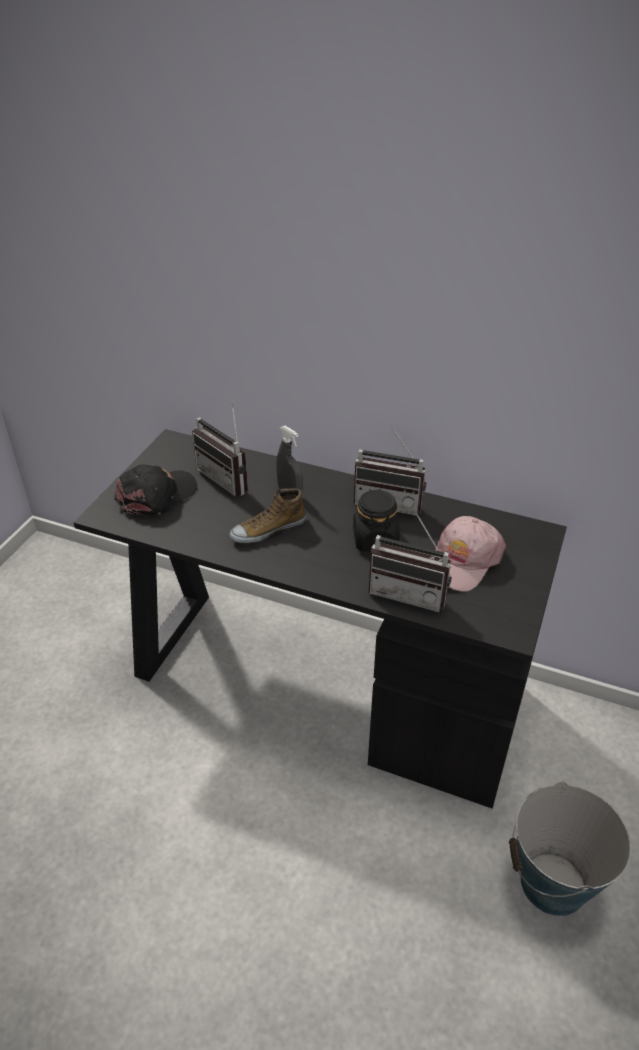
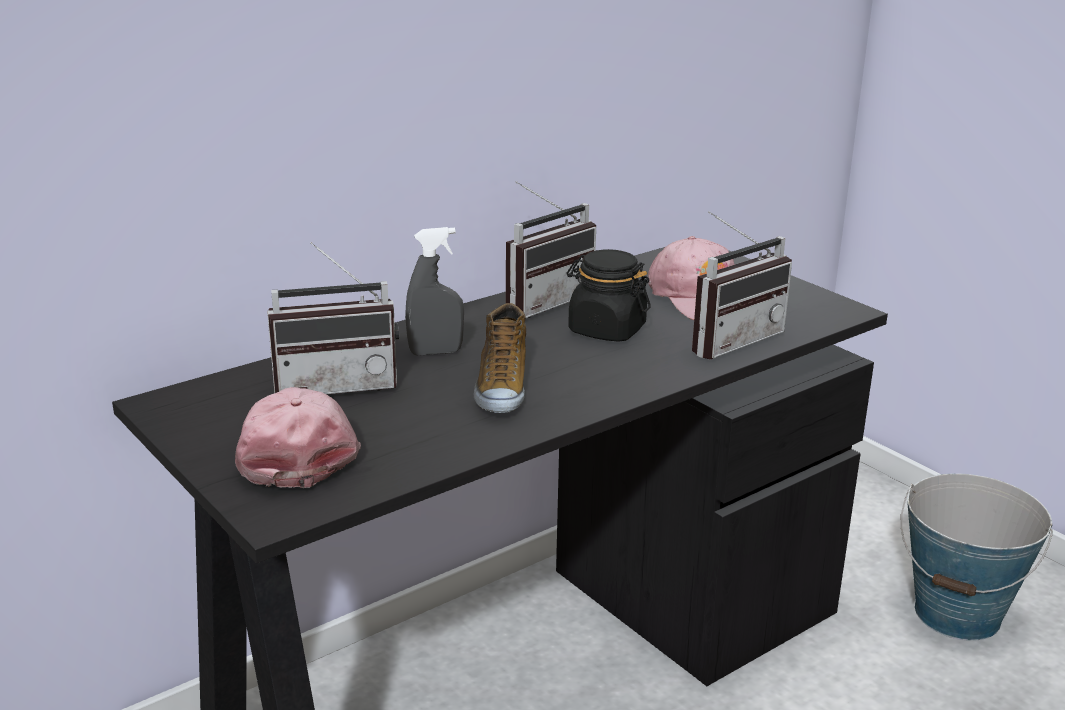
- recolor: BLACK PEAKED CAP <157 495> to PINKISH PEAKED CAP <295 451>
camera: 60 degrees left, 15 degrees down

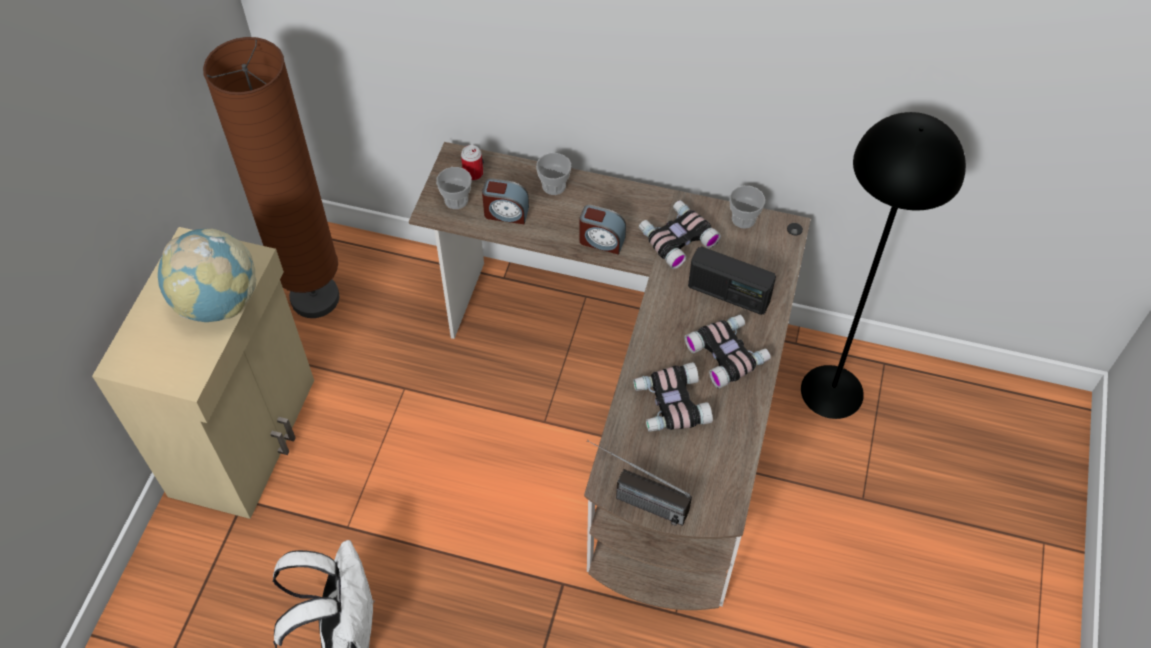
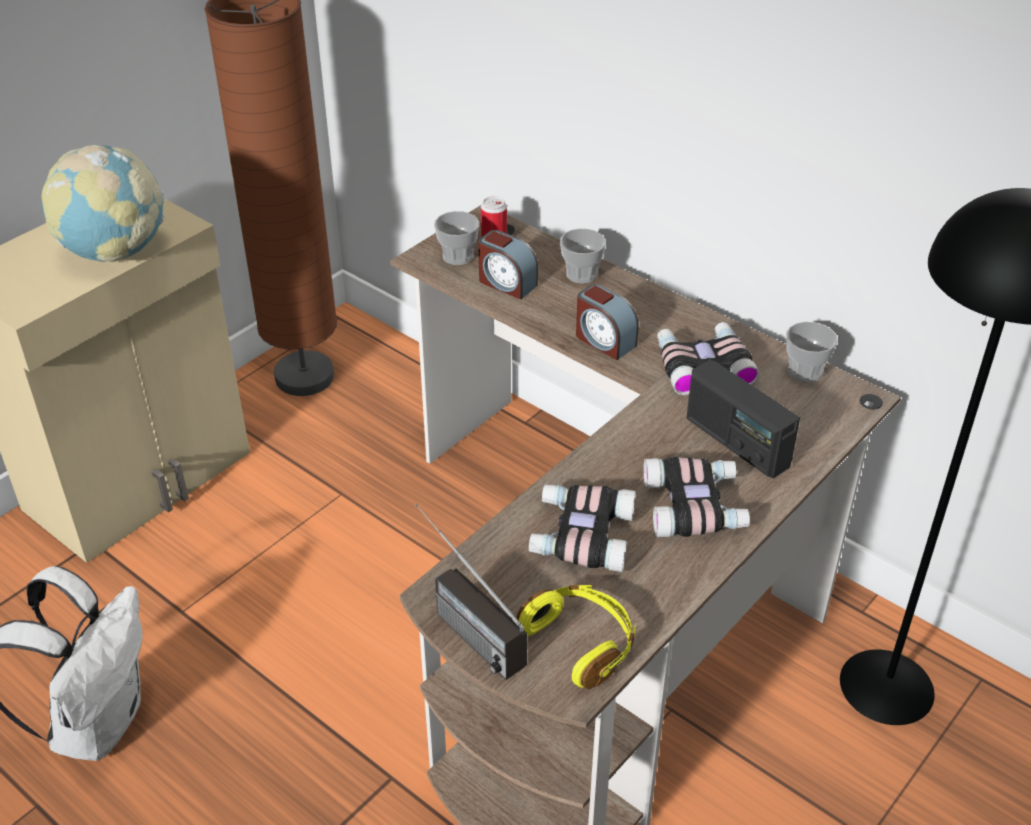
- insert: YELLOW-COLOURED HEADSET <581 643>
camera: 25 degrees right, 15 degrees down

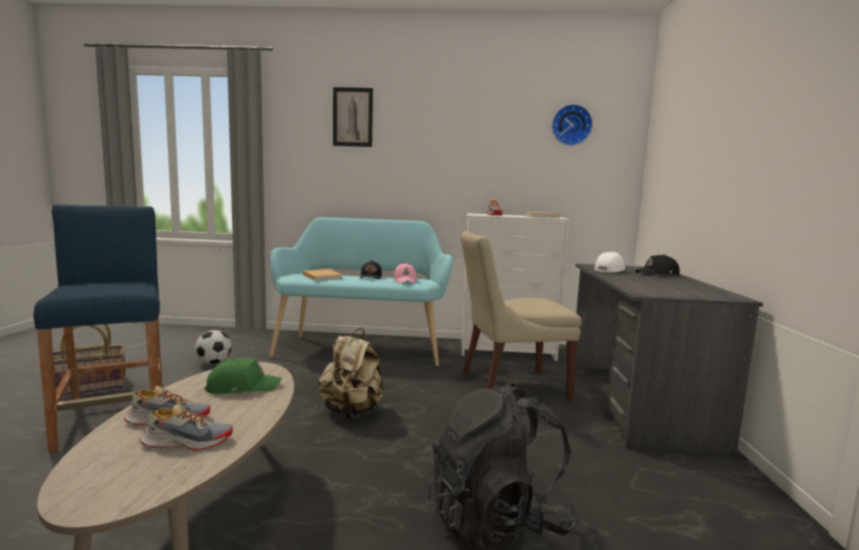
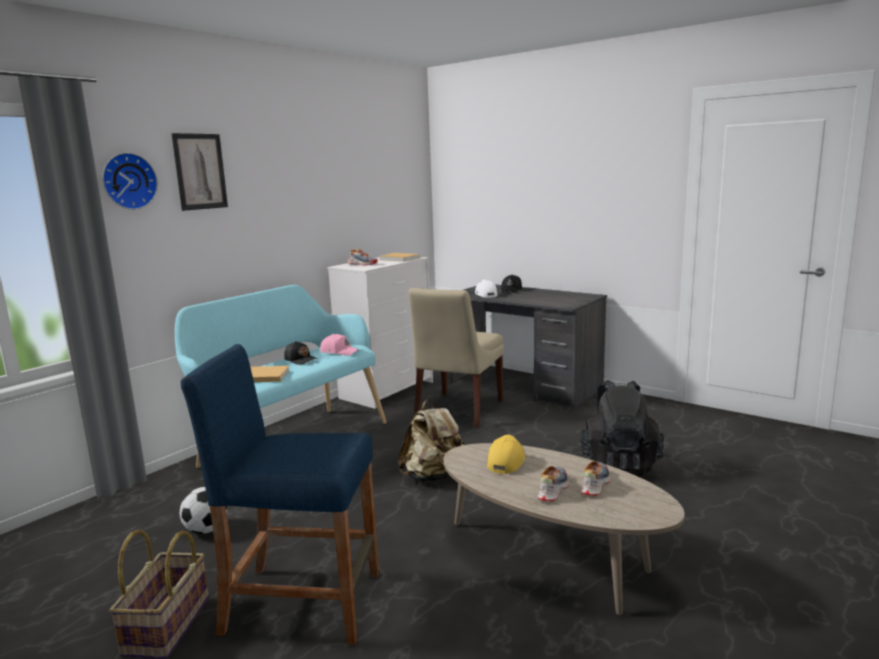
- move: WALL CLOCK <571 125> to <128 181>
- recolor: GREEN PEAKED CAP <242 387> to YELLOW-COLOURED PEAKED CAP <506 461>
camera: 55 degrees left, 5 degrees up

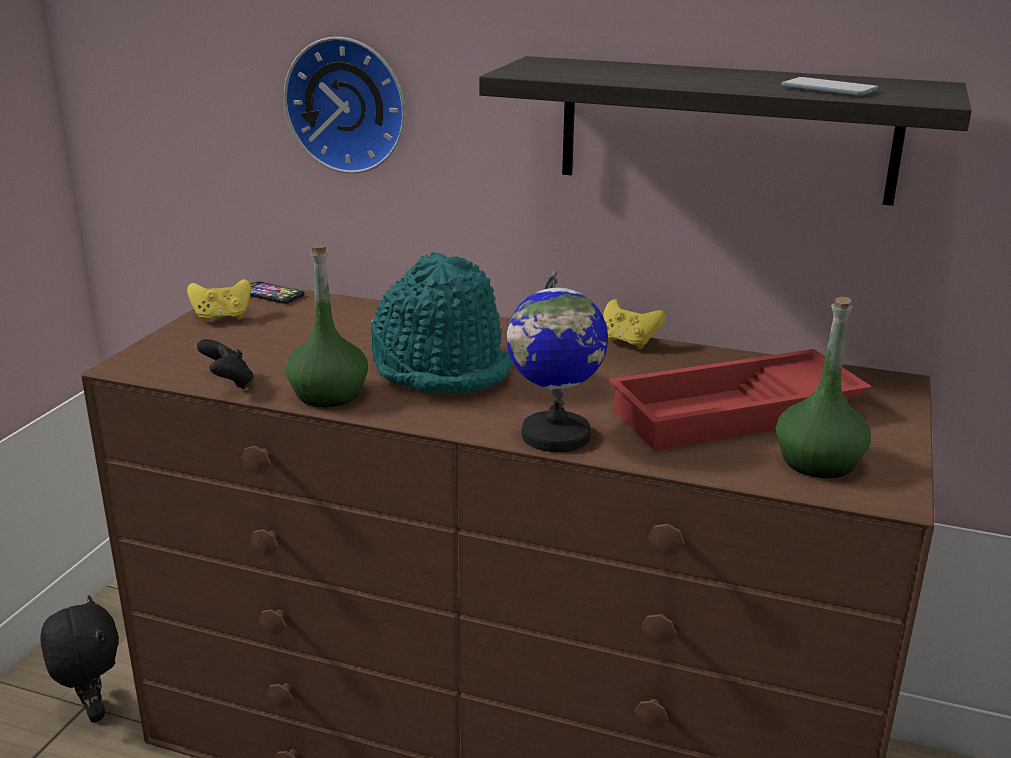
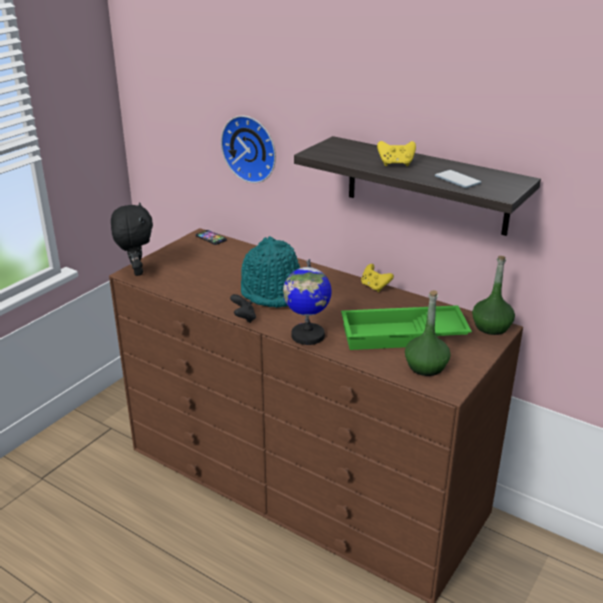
- move: BLACK SOFT TOY <92 711> to <136 271>
- move: YELLOW-COLOURED JOYPAD <222 317> to <396 164>
- move: BLACK JOYPAD <228 383> to <243 318>
- move: GREEN DRINK BOTTLE <328 394> to <491 327>
- recolor: RED-COLOURED CARRYING TRAY <736 414> to GREEN CARRYING TRAY <402 336>
camera: 15 degrees right, 5 degrees up

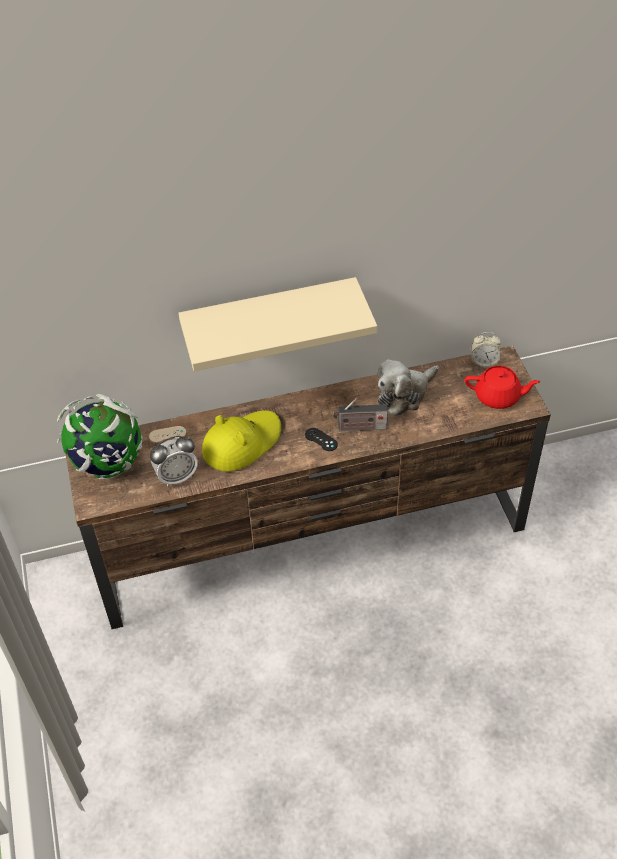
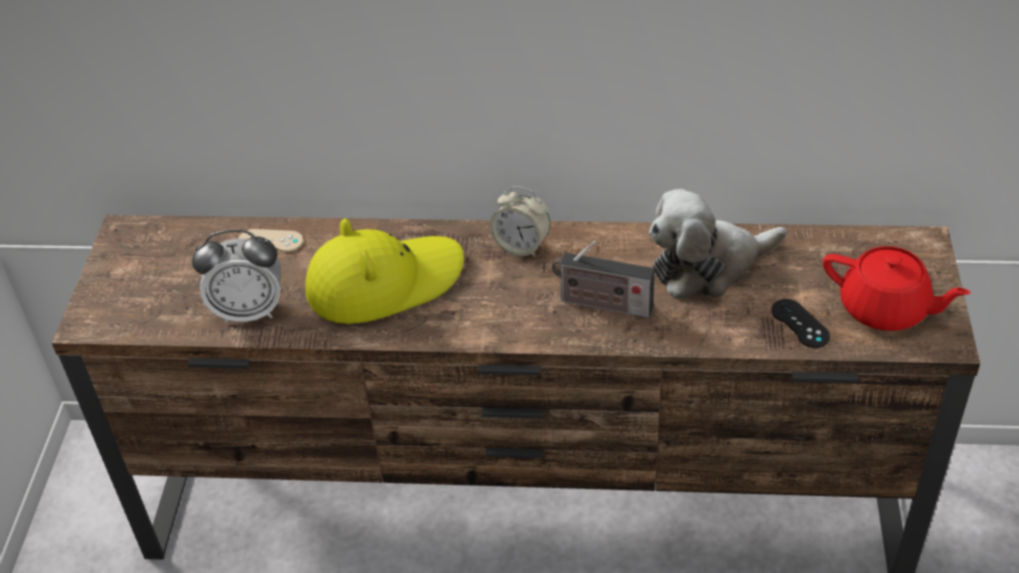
- delete: DESK GLOBE <107 463>
- delete: SAND-COLOURED BRACKET SHELF <269 318>
- move: BLACK JOYPAD <321 439> to <800 323>
- move: BEDSIDE CLOCK <484 362> to <521 246>
camera: 20 degrees right, 5 degrees down

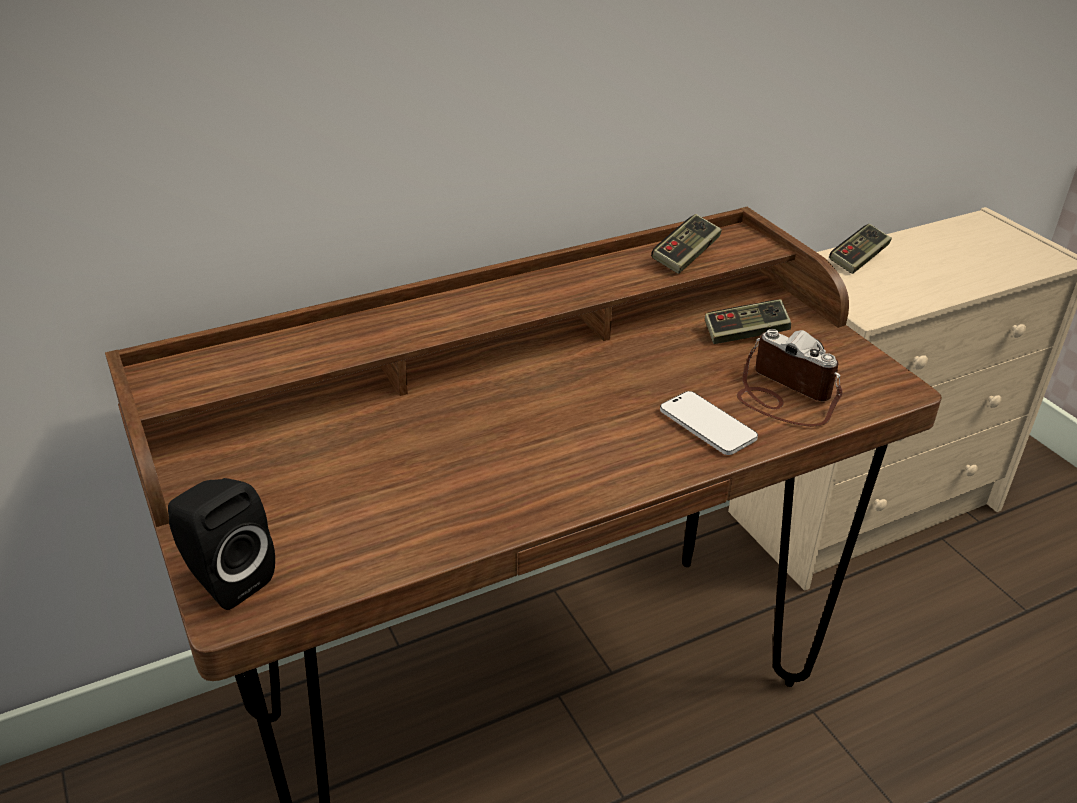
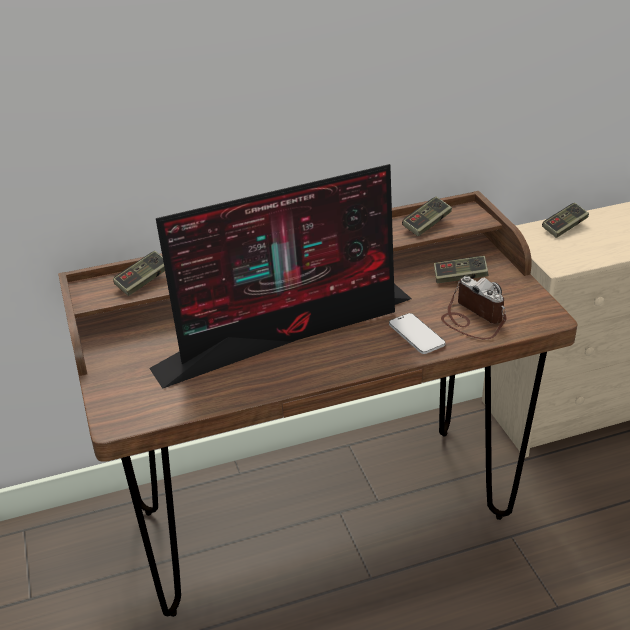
- delete: BLACK AUDIO SPEAKER <225 579>
- insert: JOYPAD <143 281>
- insert: COMPUTER DISPLAY <290 331>
camera: 10 degrees right, 0 degrees up

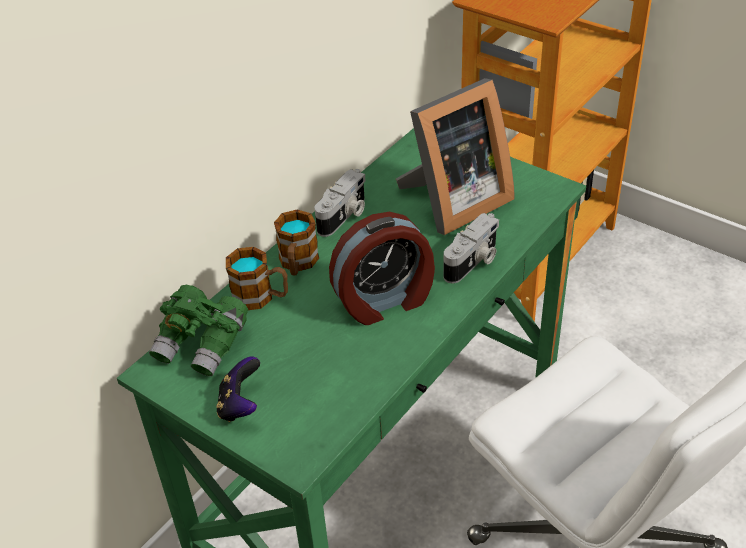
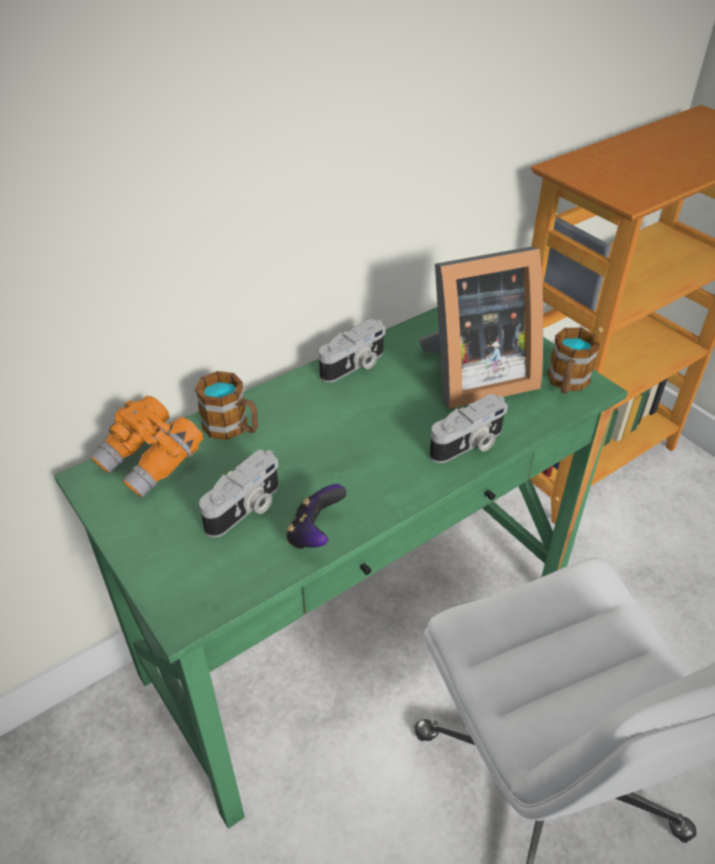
- delete: BEDSIDE CLOCK <385 301>
- insert: STILL CAMERA <246 509>
- move: JOYPAD <240 405> to <315 534>
- move: COFFEE MUG <297 264> to <566 384>
- recolor: GREEN BINOCULARS <203 344> to ORANGE-COLOURED BINOCULARS <152 462>
camera: 15 degrees right, 0 degrees up

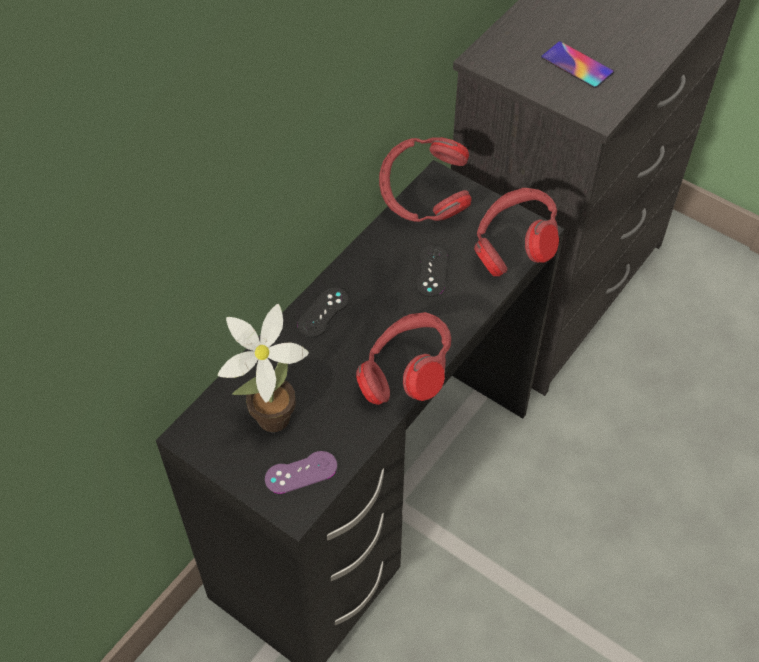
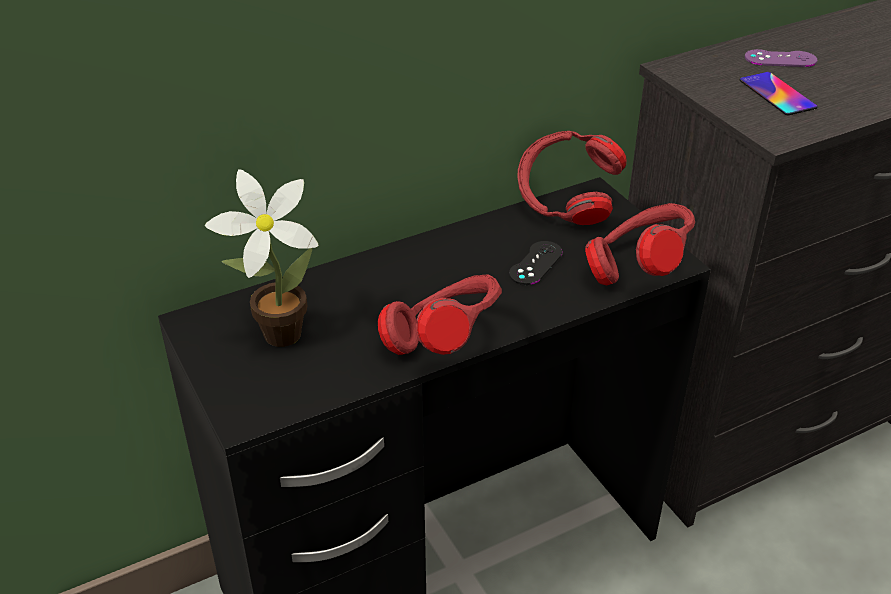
- delete: BLACK JOYPAD <323 313>
- move: PURPLE JOYPAD <301 472> to <780 59>
camera: 25 degrees right, 15 degrees down

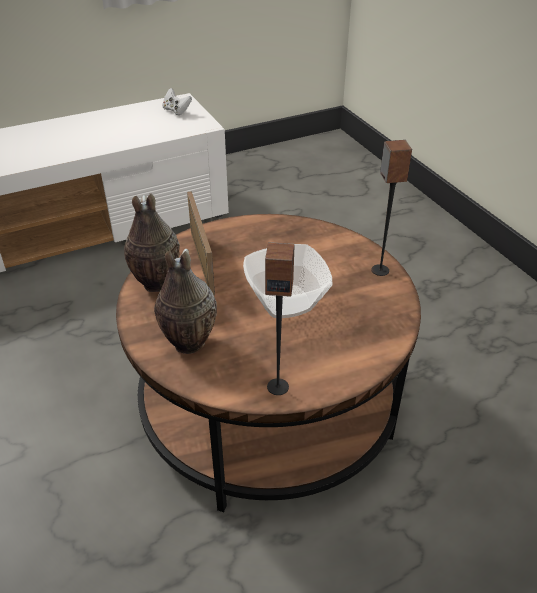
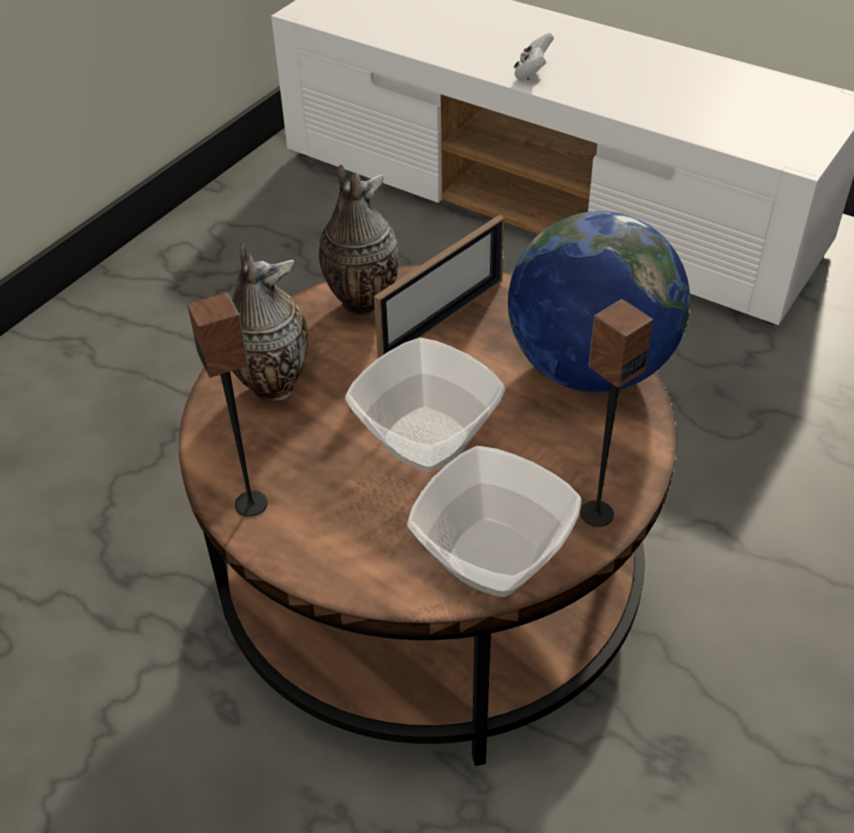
- insert: BOWL <495 557>
- insert: DESK GLOBE <589 368>
- move: WHITE JOYPAD <176 111> to <532 72>
camera: 60 degrees right, 5 degrees up

